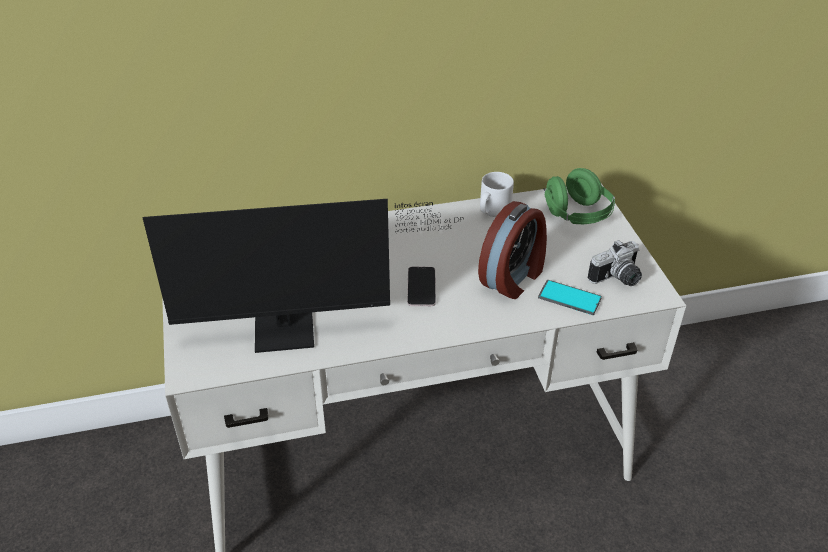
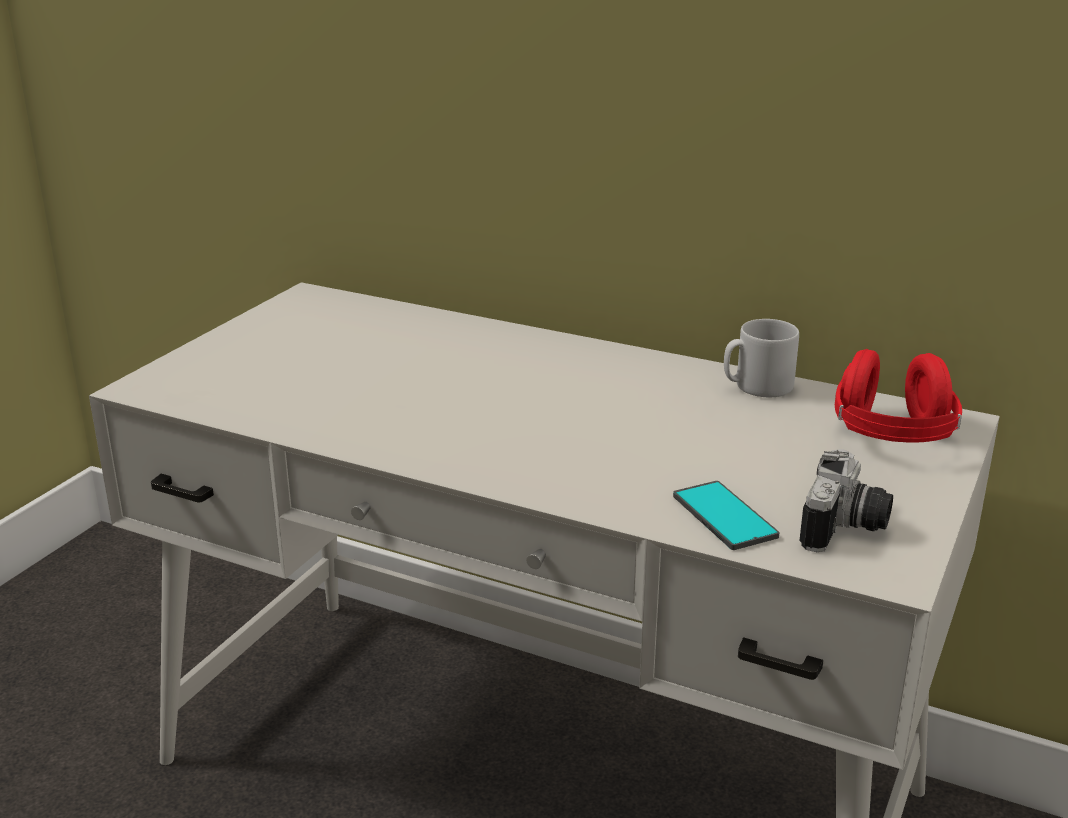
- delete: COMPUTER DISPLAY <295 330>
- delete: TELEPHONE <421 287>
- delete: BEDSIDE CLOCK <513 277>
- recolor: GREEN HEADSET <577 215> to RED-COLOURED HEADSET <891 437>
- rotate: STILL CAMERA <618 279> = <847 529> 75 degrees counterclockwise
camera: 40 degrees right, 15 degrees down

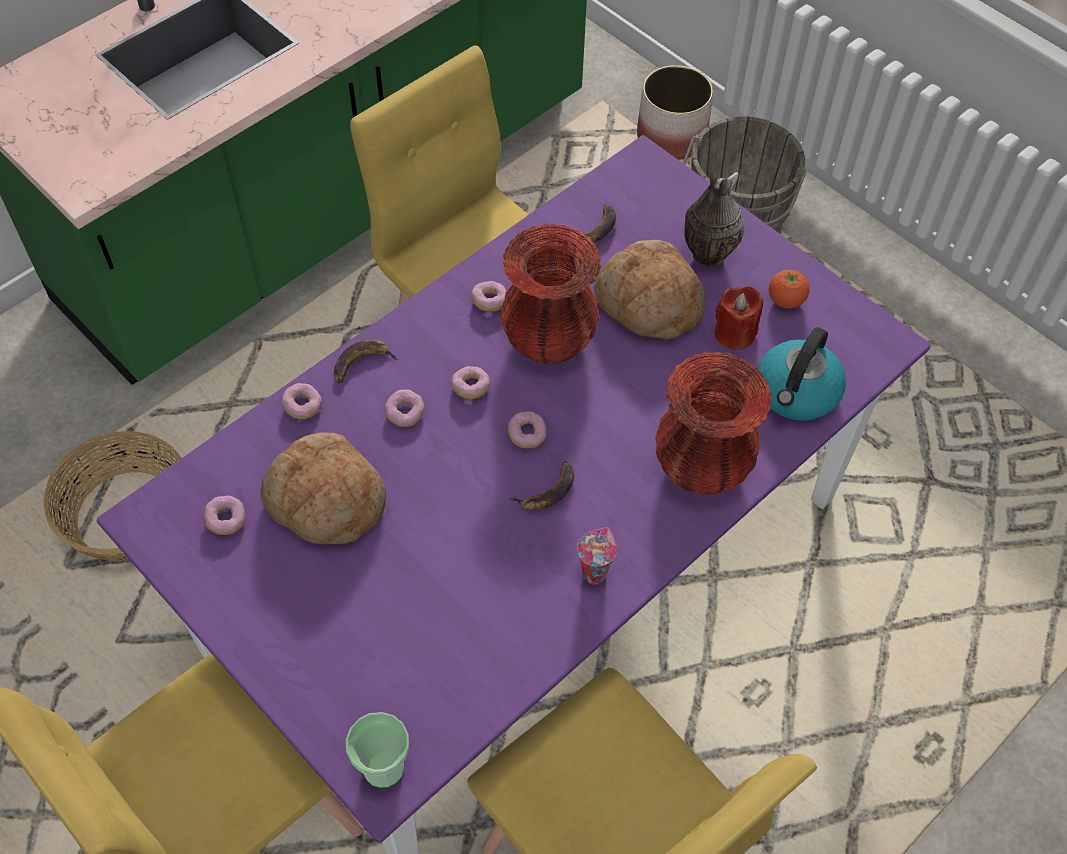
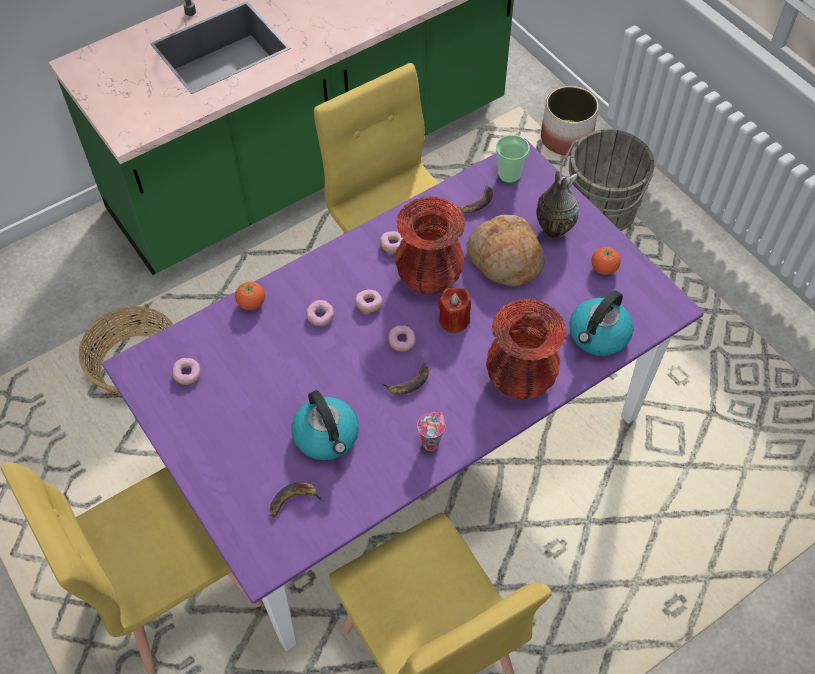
- delete: BAKED BREAD <325 500>
- insert: WATER KETTLE <327 436>
- move: WHOLE BANANA <361 364> to <293 501>
- move: CUP <383 768> to <509 175>
- move: RED-COLOURED WAX LIGHT <734 333> to <454 320>
- replace: RING DOUGHNUT <303 406> to TOMATO <251 303>
camera: 10 degrees right, 0 degrees up

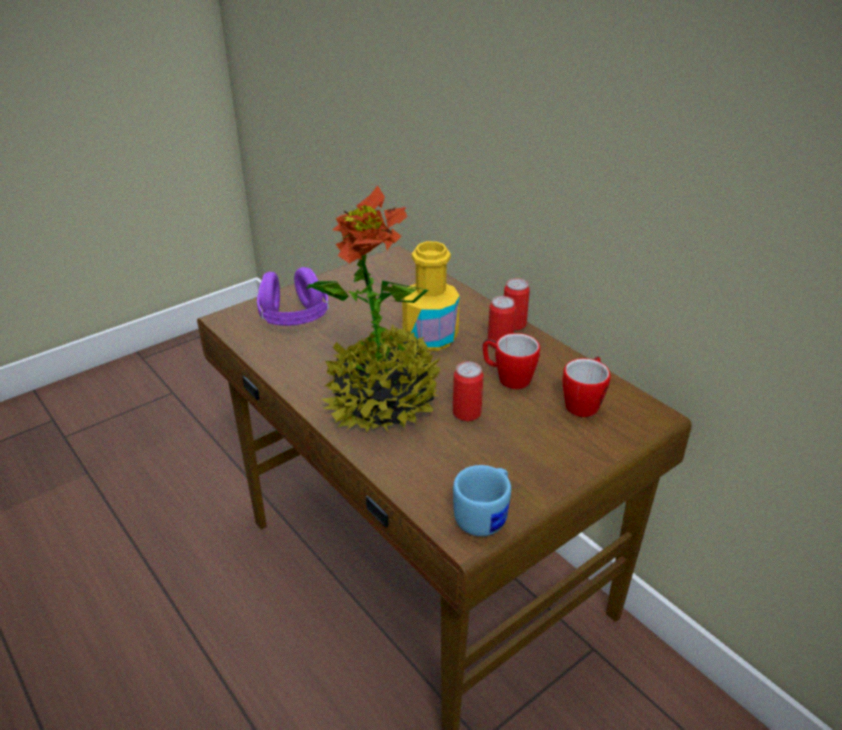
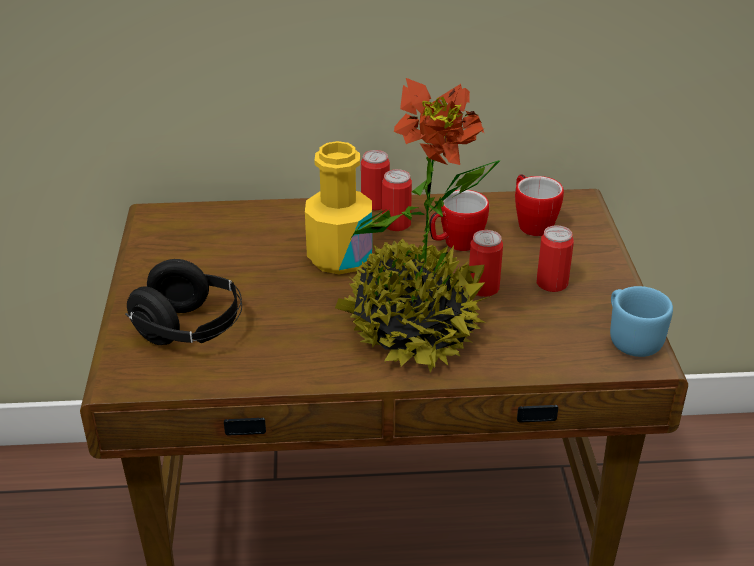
- insert: METAL CAN <552 283>
- recolor: PURPLE HEADSET <294 319> to BLACK HEADSET <190 330>
camera: 55 degrees left, 0 degrees up

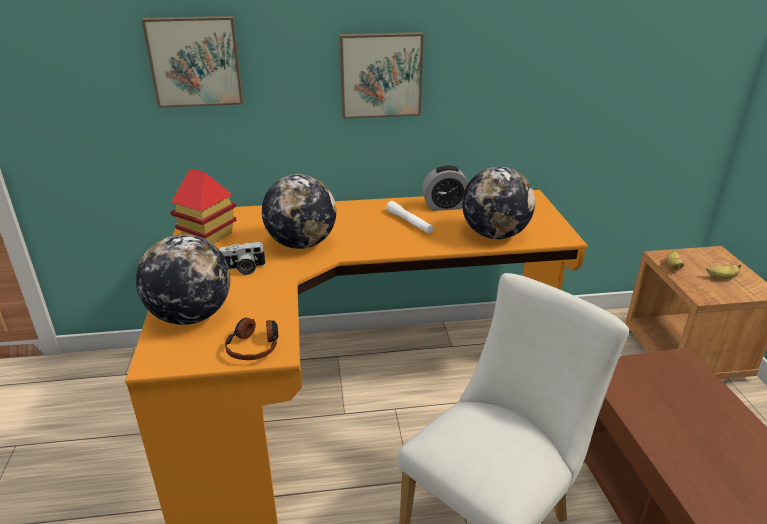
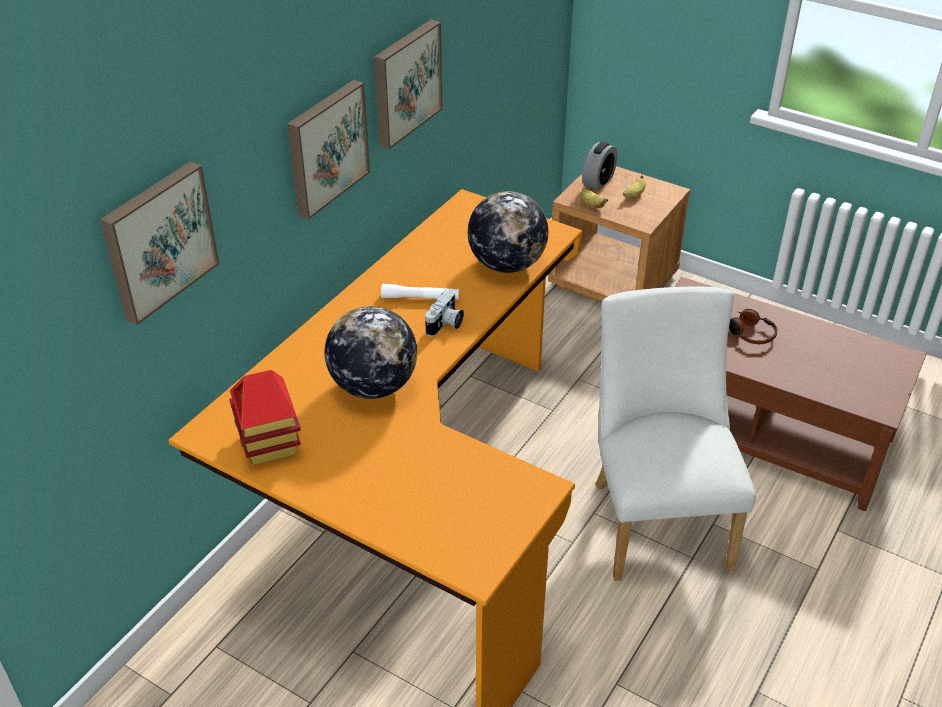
- delete: DESK GLOBE <191 316>
- insert: WALL ART <405 82>
- move: STILL CAMERA <244 269> to <445 325>
- move: HEADSET <254 346> to <750 333>
- move: BEDSIDE CLOCK <445 206> to <598 182>
camera: 50 degrees left, 10 degrees up

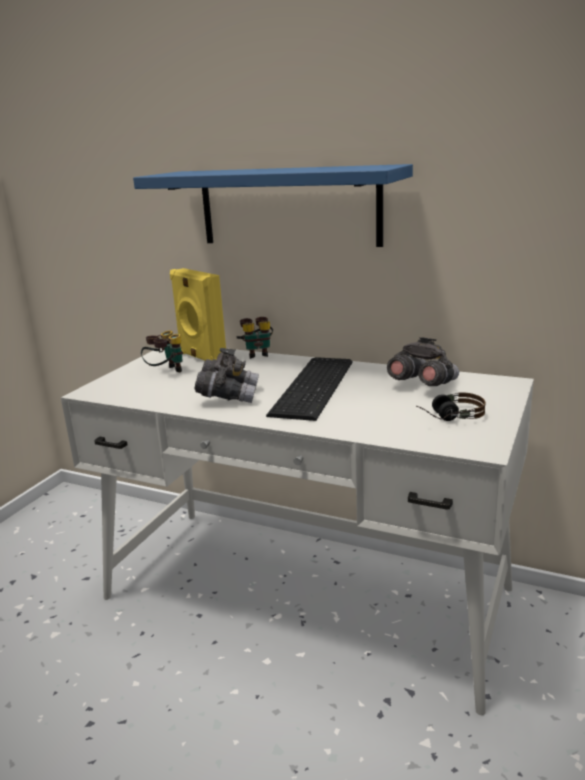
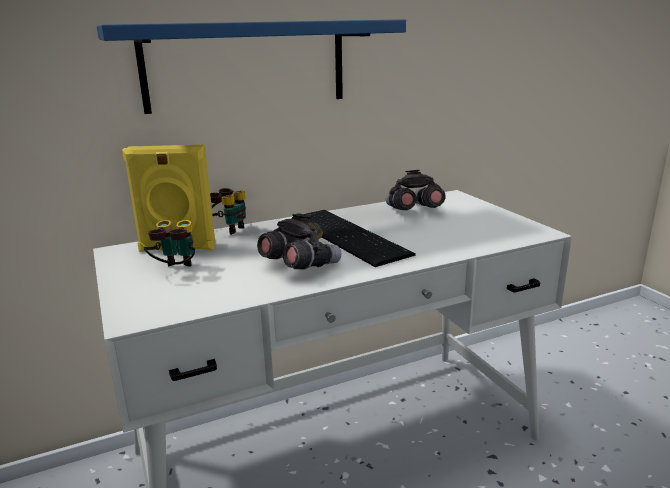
- delete: HEADSET <447 417>
camera: 50 degrees left, 0 degrees up

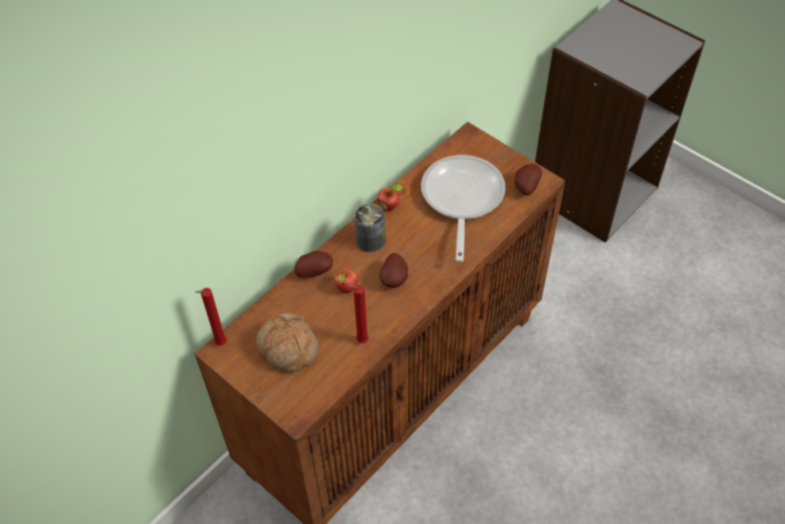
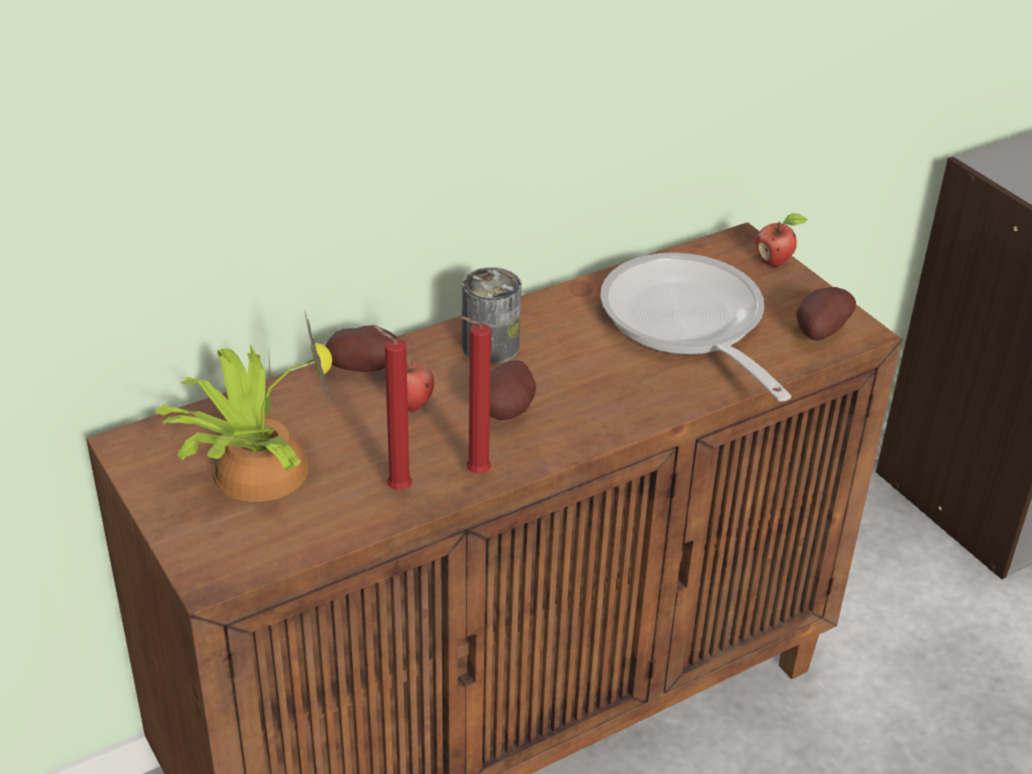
- move: RED-COLOURED WAX LIGHT <219 344> to <474 474>
- move: APPLE <390 206> to <775 262>
- replace: BAKED BREAD <287 348> to POTTED PLANT <255 468>
- rotate: FRYING PAN <461 200> = <687 325> 45 degrees counterclockwise
camera: 15 degrees right, 15 degrees down

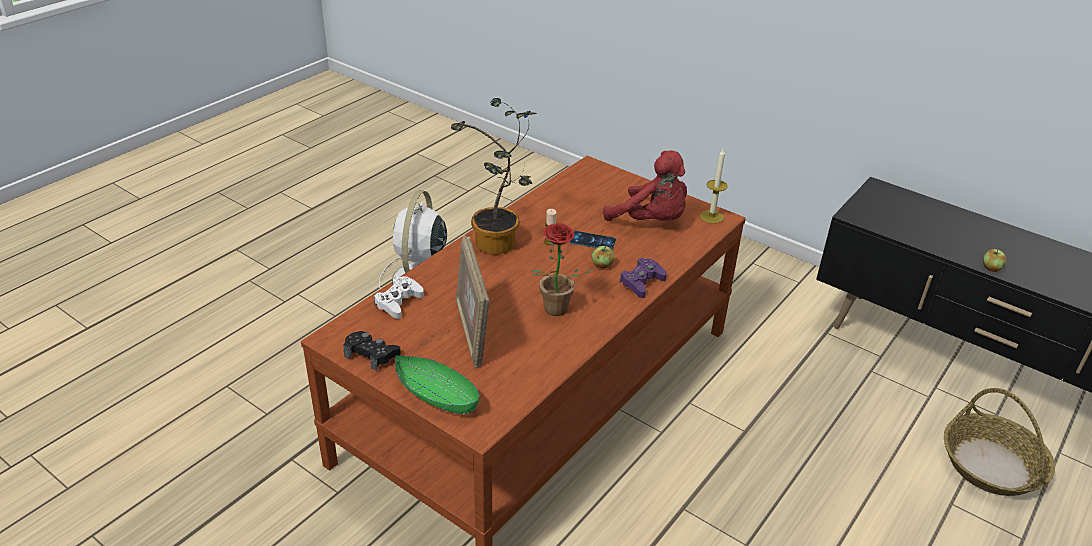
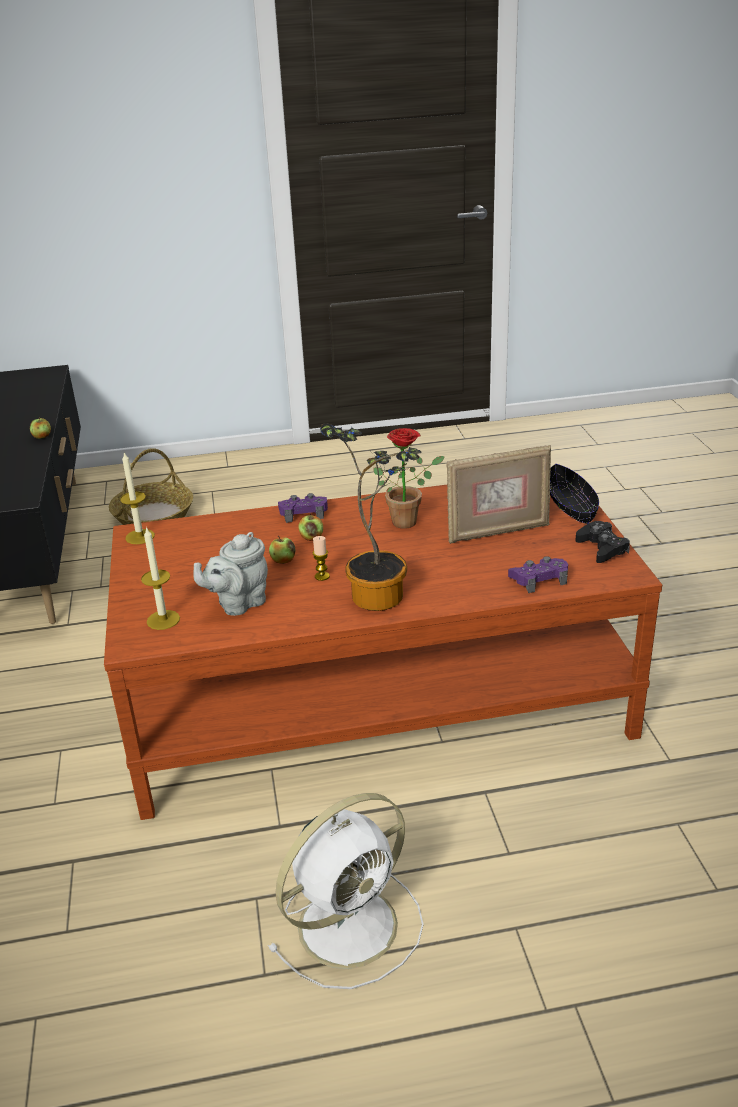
- delete: RED-COLOURED SOFT TOY <651 221>
- insert: WAX LIGHT <163 620>
- insert: GRAY TEA POT <238 604>
- replace: TELEPHONE <592 241> to APPLE <283 560>
- recolor: WHITE JOYPAD <398 302> to PURPLE JOYPAD <539 579>
- recolor: GREEN BOWL <436 394> to BLACK BOWL <571 505>
- rotate: PHOTO FRAME <472 333> = <497 532> 45 degrees clockwise
camera: 135 degrees left, 5 degrees down

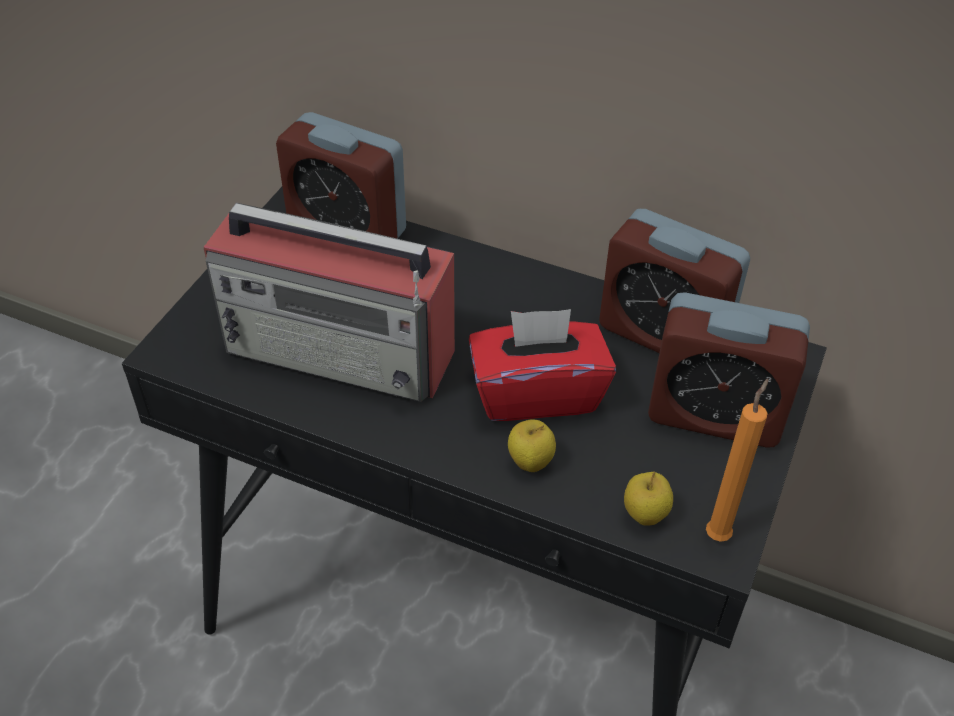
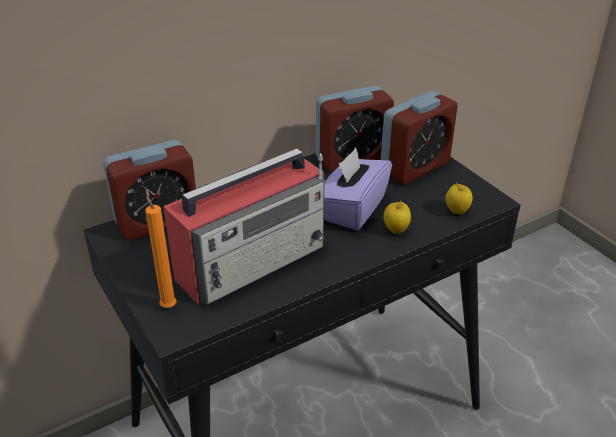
- move: ORANGE-COLOURED WAX LIGHT <719 533> to <168 305>
- recolor: RED-COLOURED TISSUE HOLDER <537 393> to PURPLE TISSUE HOLDER <352 209>
camera: 55 degrees left, 10 degrees down

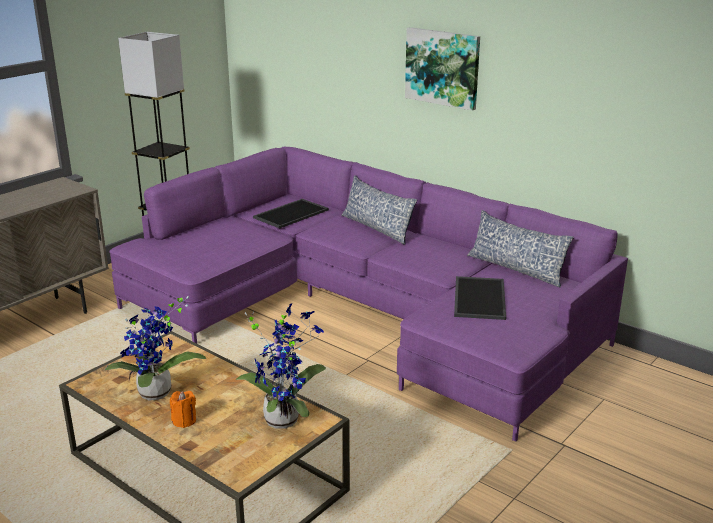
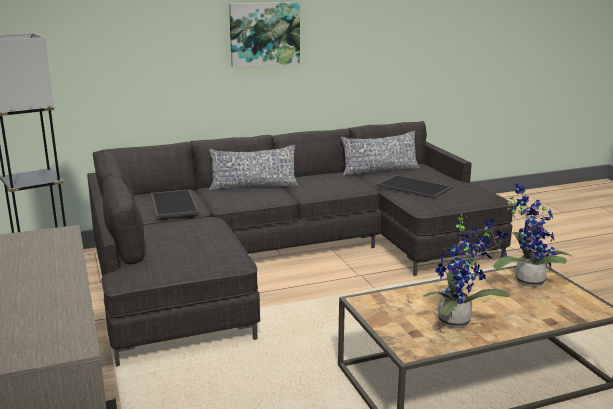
- delete: ORANGE-COLOURED WAX LIGHT <184 421>
- recolor: PURPLE SETTEE <363 312> to GRAY SETTEE <284 258>
camera: 60 degrees left, 5 degrees down

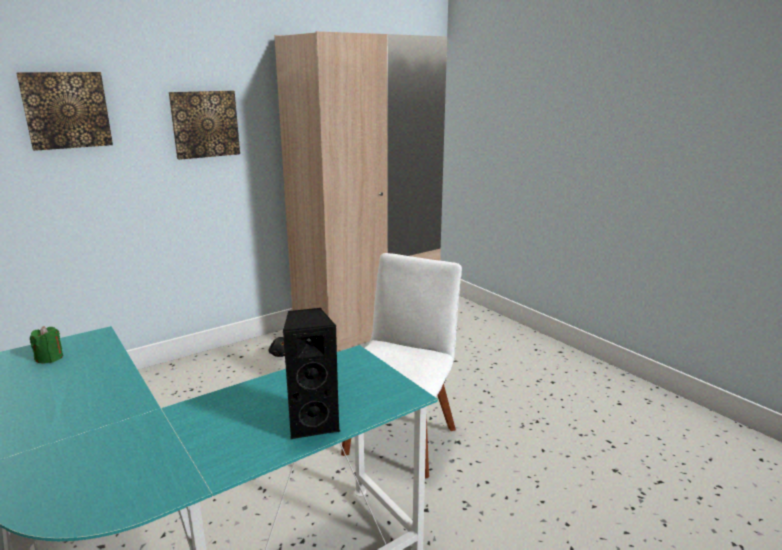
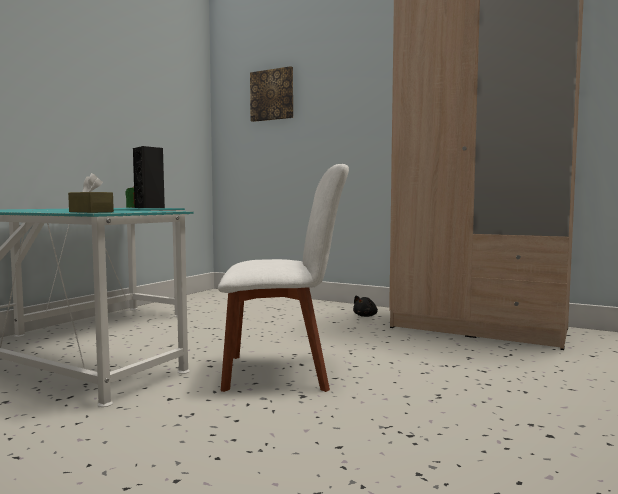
- delete: WALL ART <205 124>
- insert: BROWNISH TISSUE HOLDER <91 212>
- move: BLACK AUDIO SPEAKER <313 423> to <150 208>
camera: 65 degrees right, 15 degrees down

